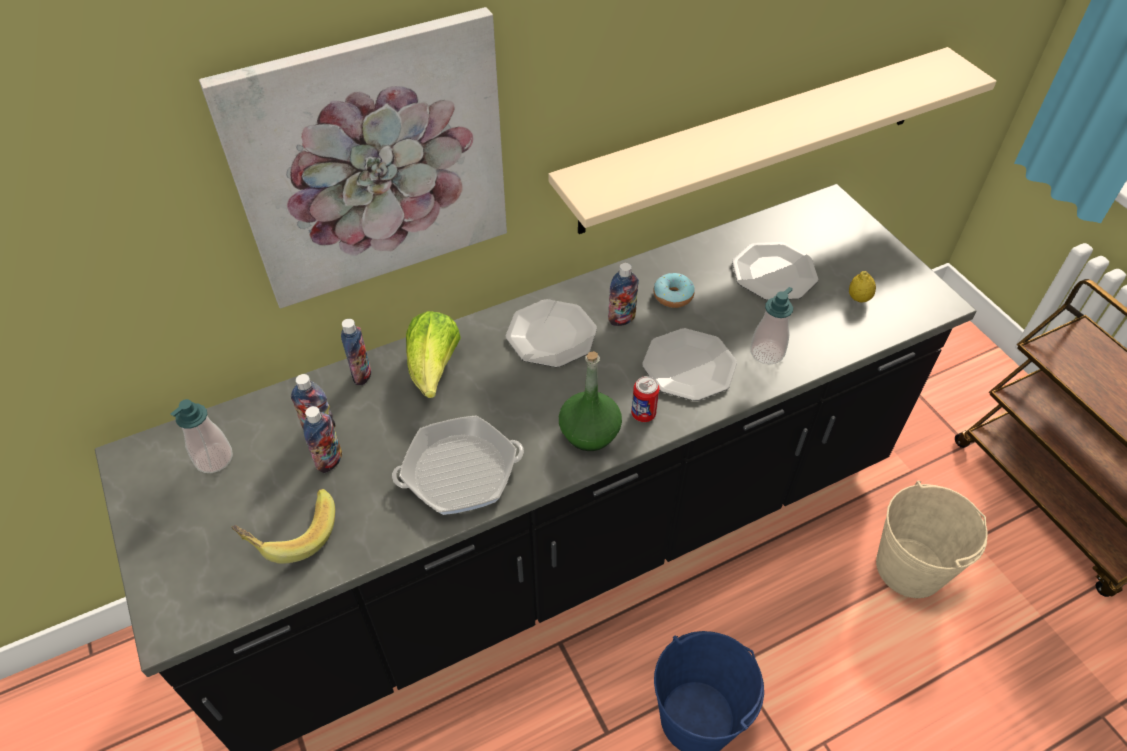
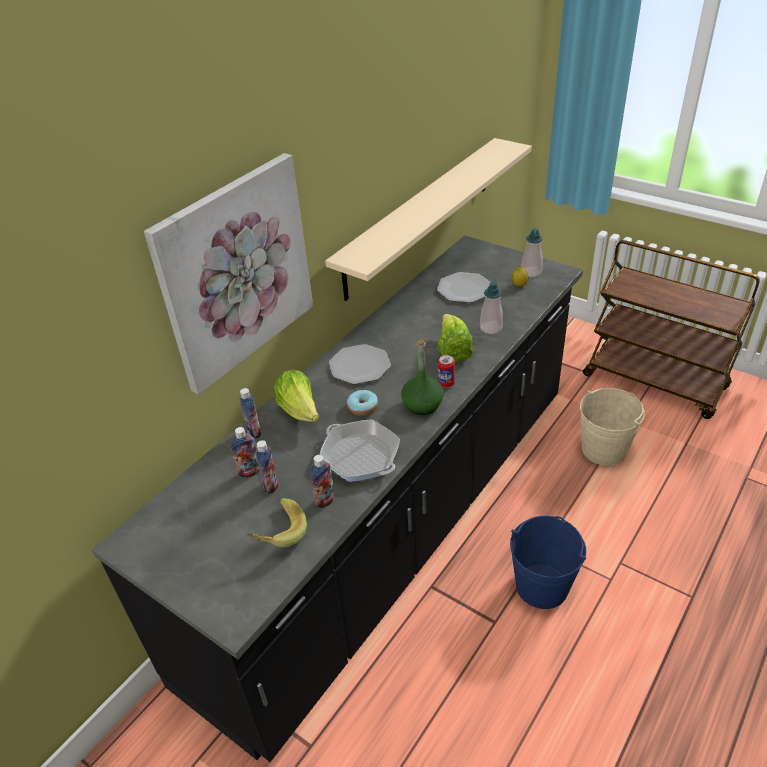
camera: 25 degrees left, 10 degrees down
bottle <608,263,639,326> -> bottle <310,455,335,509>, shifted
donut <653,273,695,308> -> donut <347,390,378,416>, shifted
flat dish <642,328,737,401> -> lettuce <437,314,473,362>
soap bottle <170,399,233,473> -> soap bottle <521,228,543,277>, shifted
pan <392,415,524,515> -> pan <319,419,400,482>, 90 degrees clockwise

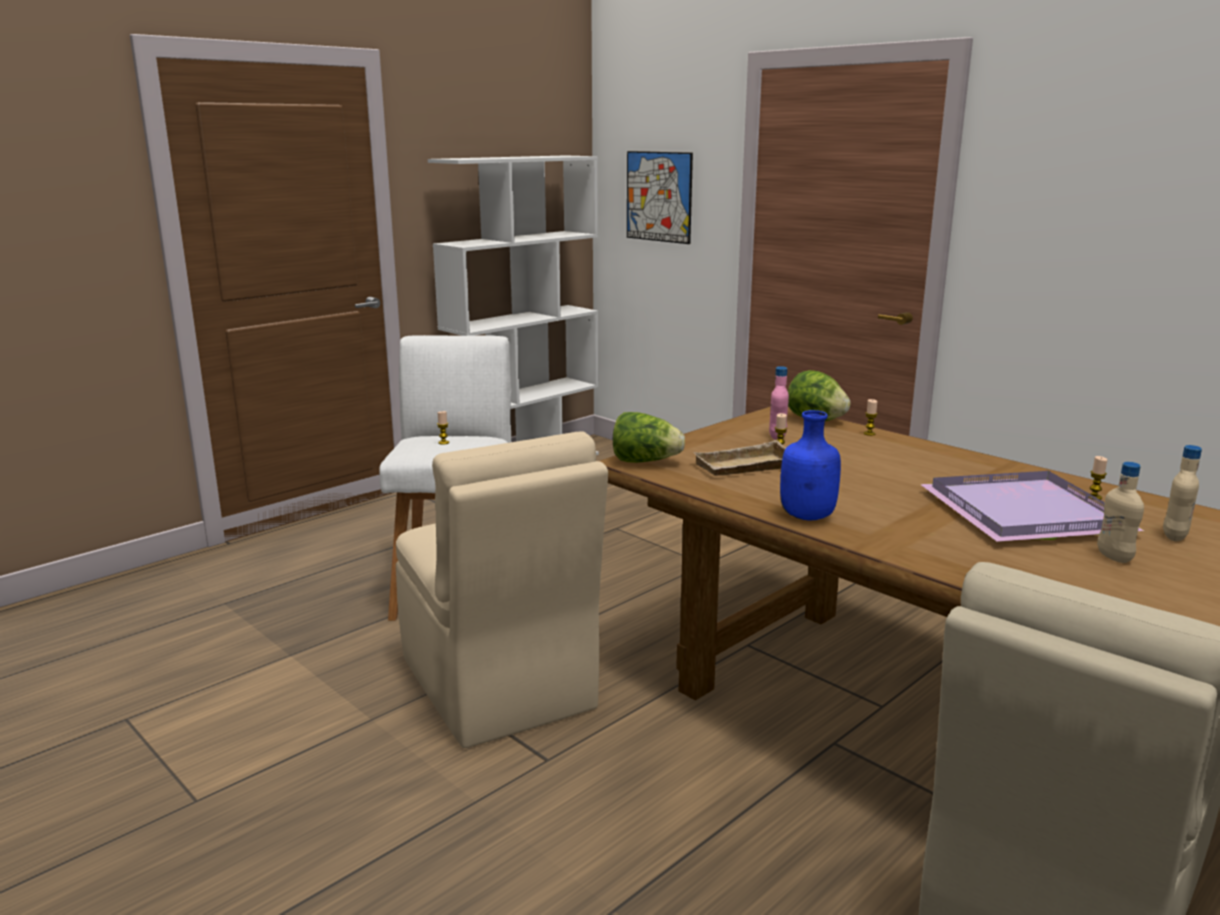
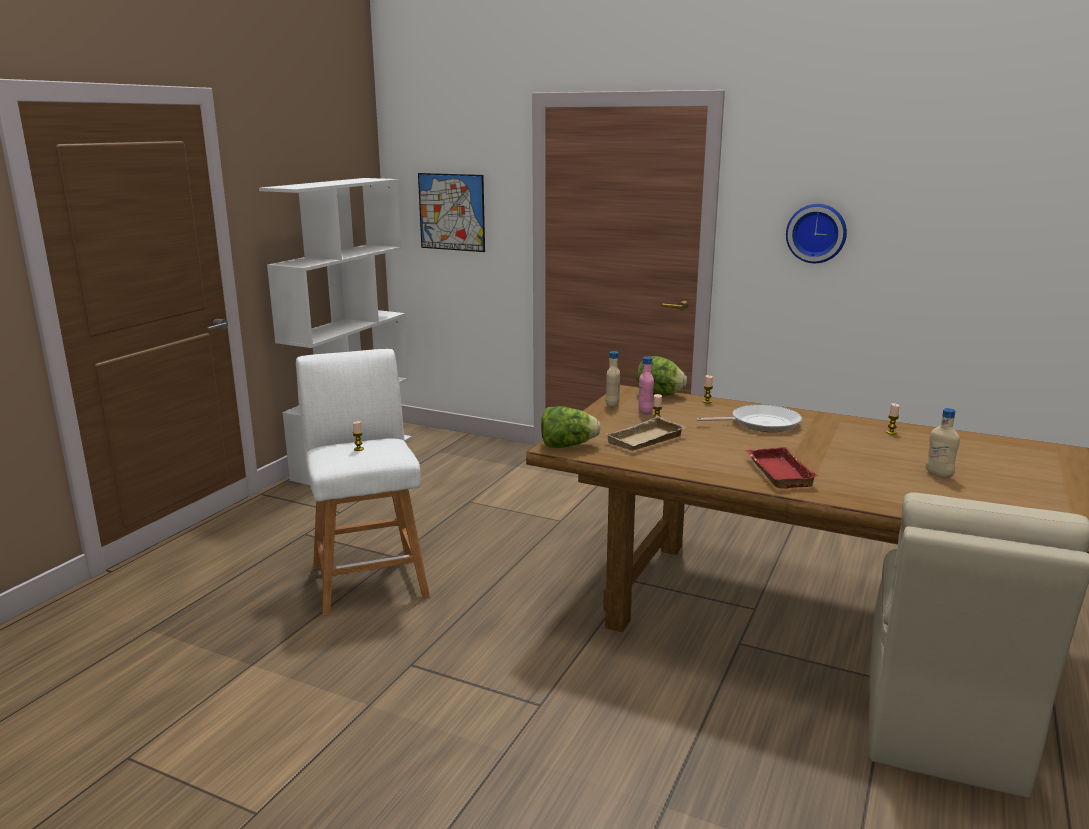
camera: 20 degrees left, 0 degrees up
blue bottle <780,410,841,520> -> none
sand-coloured plain chair <396,431,608,748> -> none
sand-coloured bottle <1163,445,1202,541> -> sand-coloured bottle <606,351,620,408>, shifted
purple-coloured tray <920,471,1145,542> -> none
none -> wall clock <786,204,847,263>
none -> pan <696,405,802,432>
none -> reddish tray <745,447,819,488>

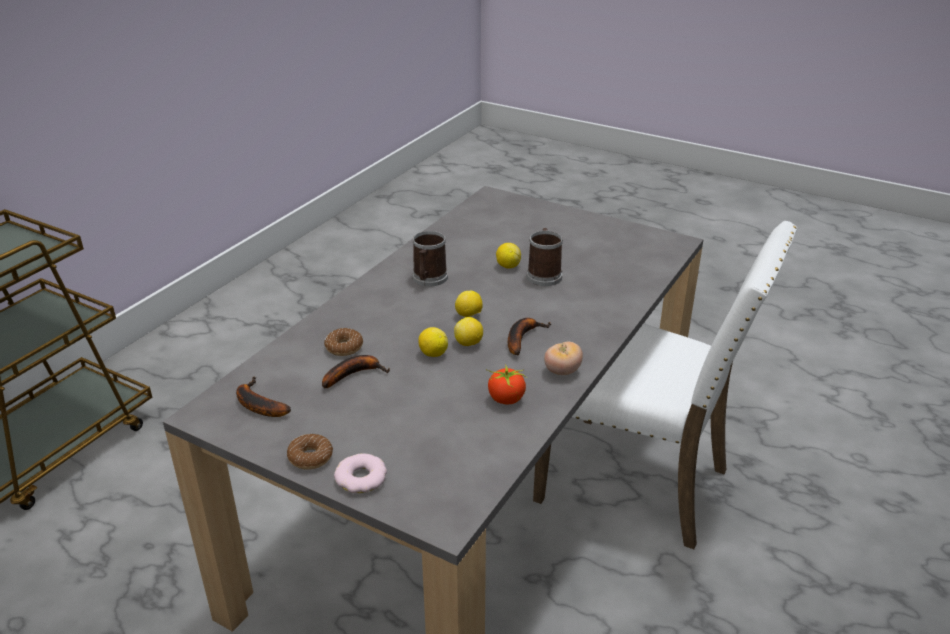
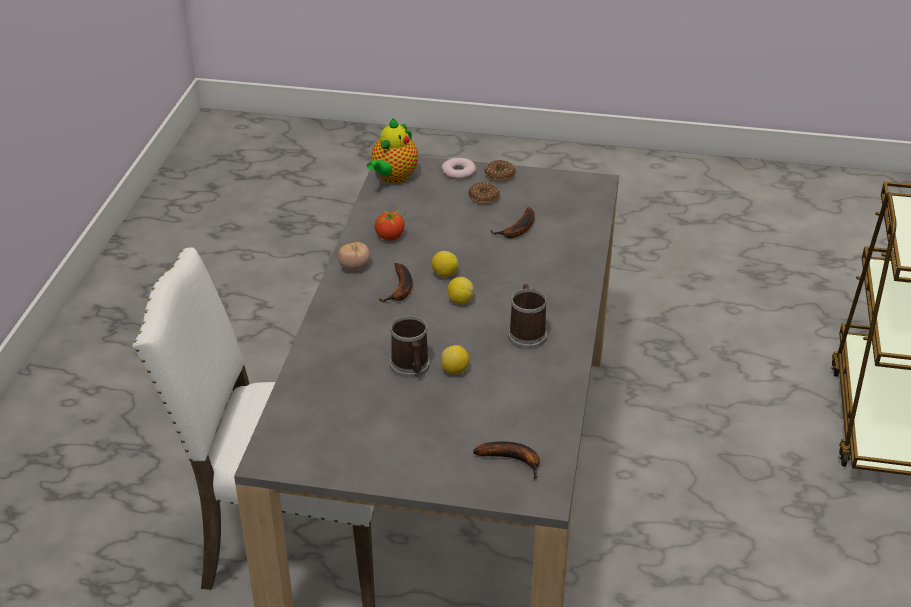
camera: 160 degrees right, 5 degrees up
citrus fruit <418,327,448,357> -> none
donut <324,328,363,356> -> donut <468,182,500,204>, shifted
banana <236,376,291,417> -> banana <473,441,540,479>, shifted
none -> tea pot <367,118,418,184>

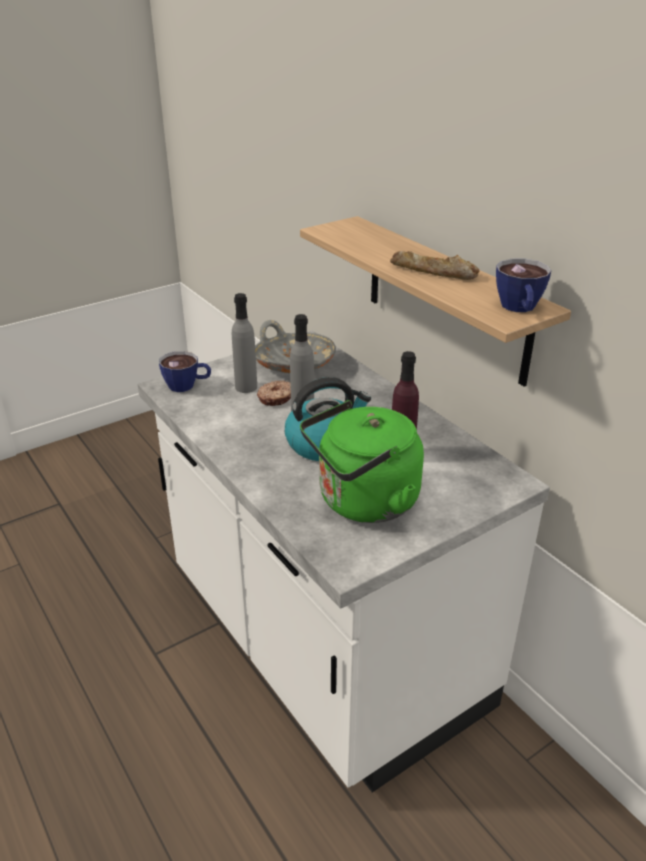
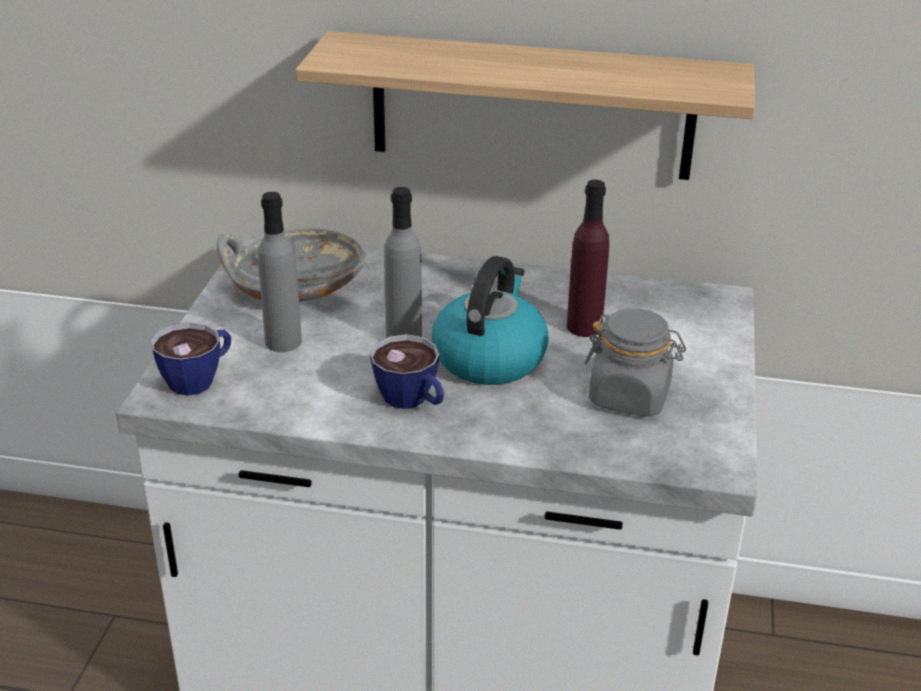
camera: 45 degrees left, 0 degrees up
bakery bread <390,251,480,280> -> none
drinking cup <496,258,551,312> -> drinking cup <370,334,444,409>, shifted
donut <257,380,291,406> -> none
green-coloured kettle <300,400,424,523> -> grey preserve jar <585,308,686,417>

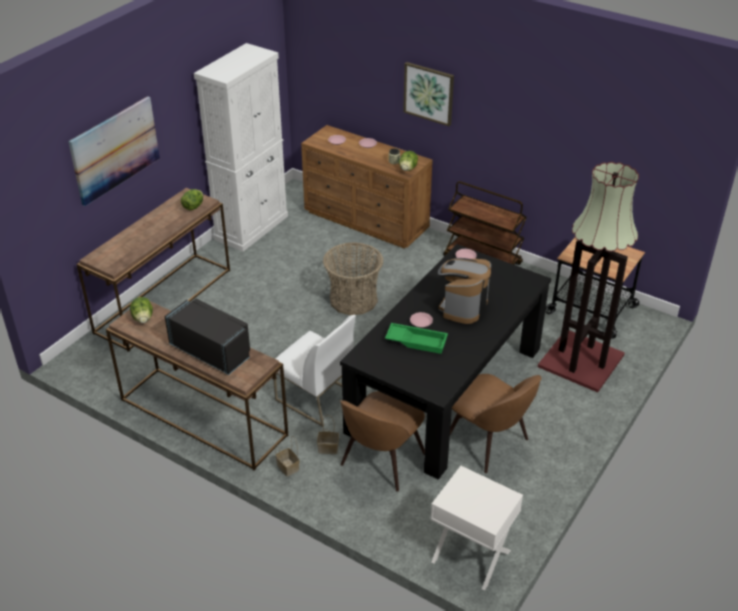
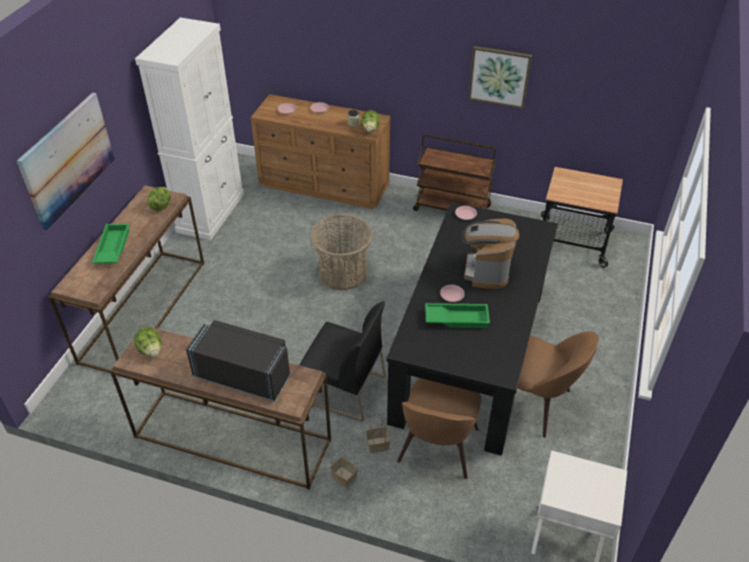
camera: 15 degrees left, 5 degrees up
wall picture <403,62,454,126> -> wall picture <468,46,532,109>, shifted
standard lamp <538,162,639,392> -> none
whitish plain chair <273,315,356,427> -> blackish plain chair <299,301,386,422>
none -> green-coloured tray <92,224,129,264>

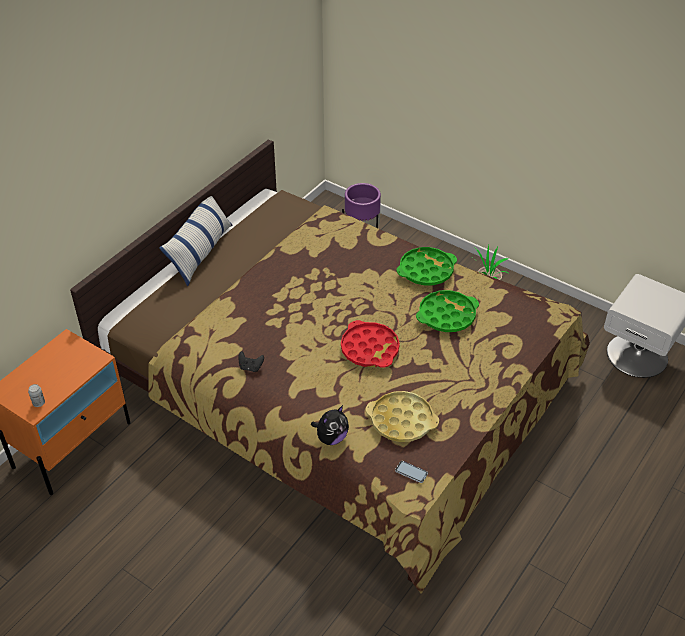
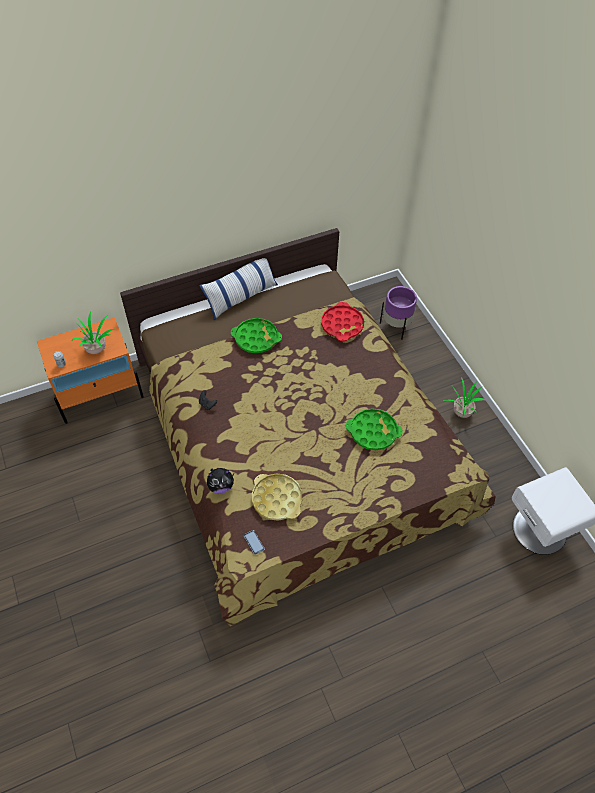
camera: 30 degrees right, 10 degrees up
green-coloured tray <396,247,457,286> -> green-coloured tray <231,318,282,353>, shifted
reddish tray <341,320,400,367> -> reddish tray <321,302,364,341>, shifted
none -> potted plant <72,312,114,354>

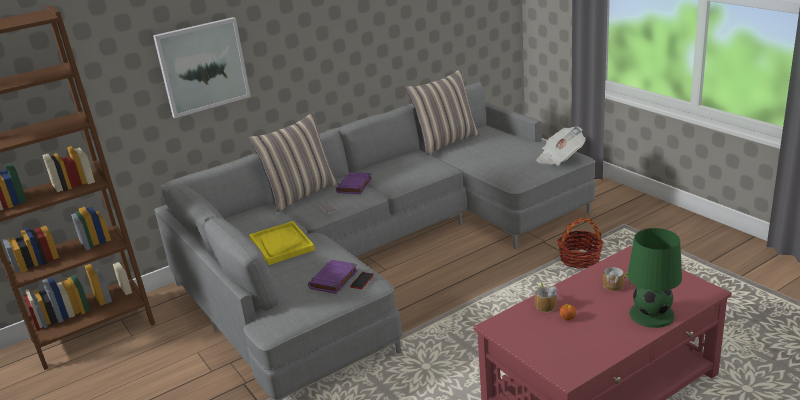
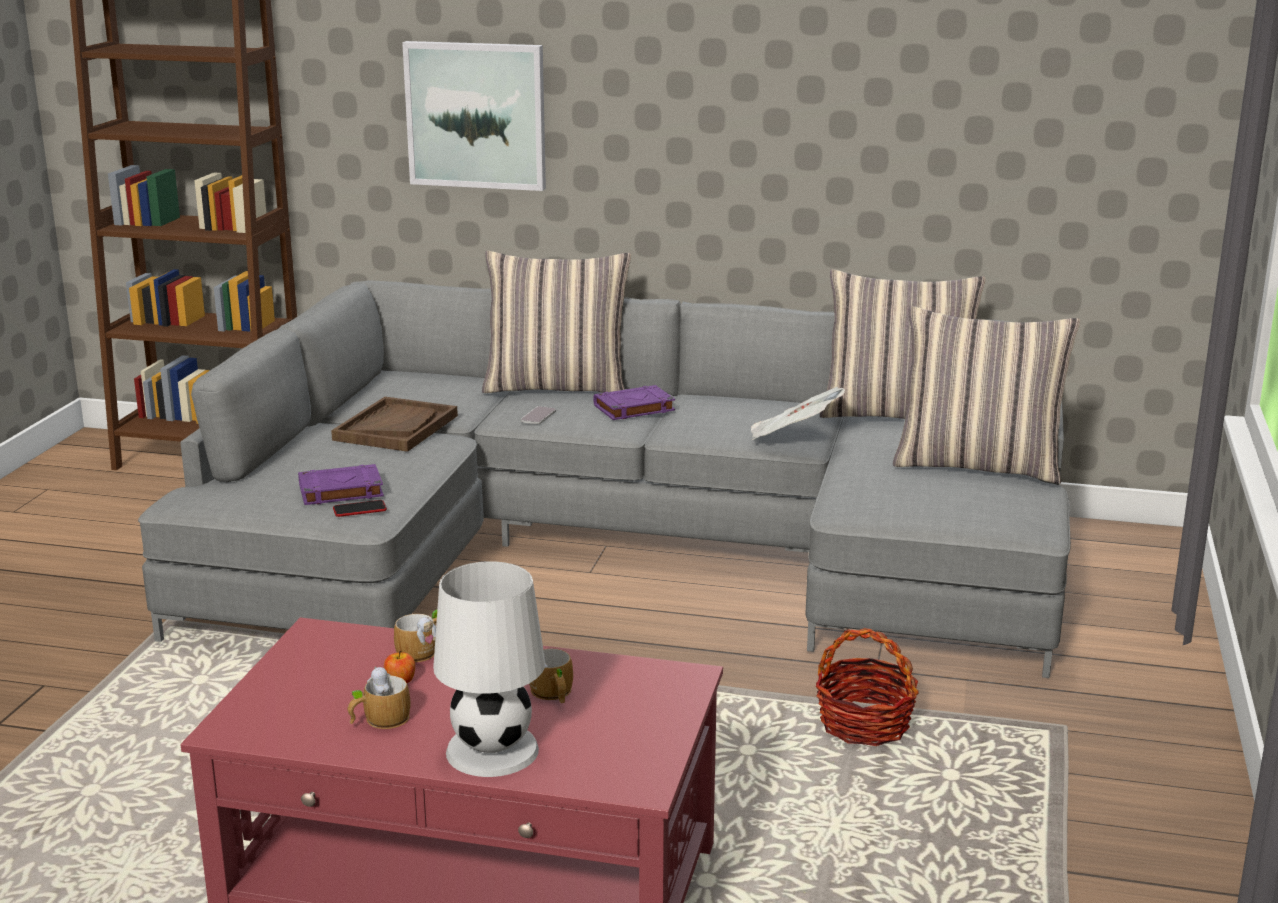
camera: 45 degrees right, 5 degrees down
printed paper <536,127,585,165> -> printed paper <751,387,845,440>, shifted
yellowish tray <249,221,315,265> -> brown tray <331,397,458,452>
green-coloured tabletop lamp <627,228,682,328> -> whitish tabletop lamp <433,561,545,777>
none -> pillow <893,306,1080,484>
none -> tea mug <348,666,411,729>

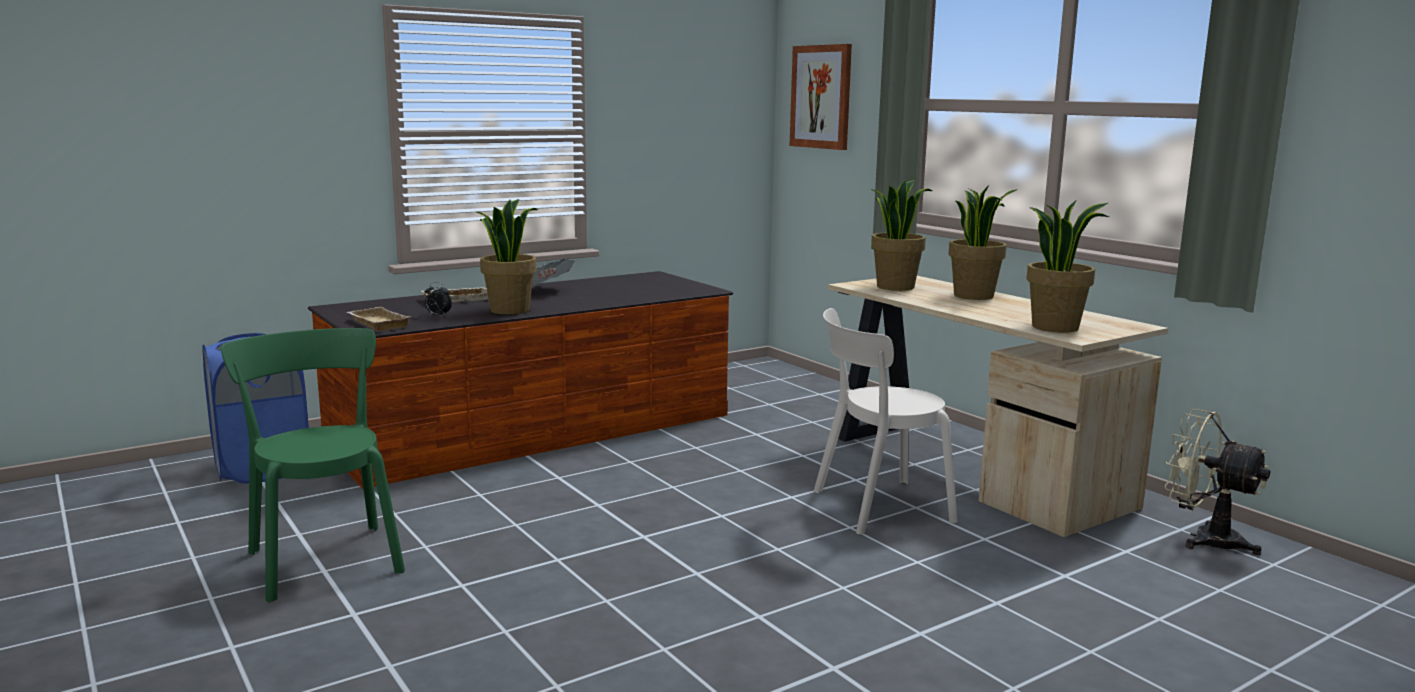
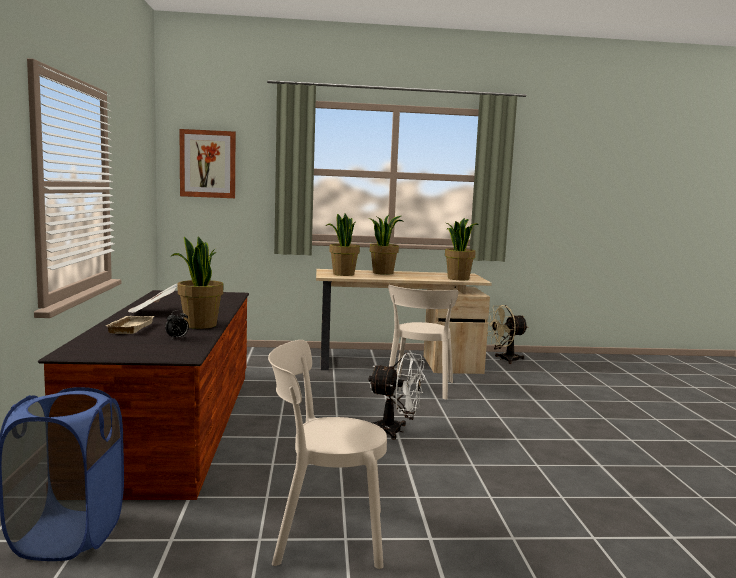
camera: 60 degrees left, 5 degrees down
sand-coloured tray <346,307,410,331> -> none
green-coloured plain chair <221,328,405,602> -> sand-coloured plain chair <268,340,387,569>
none -> whitish fan <368,353,425,440>

